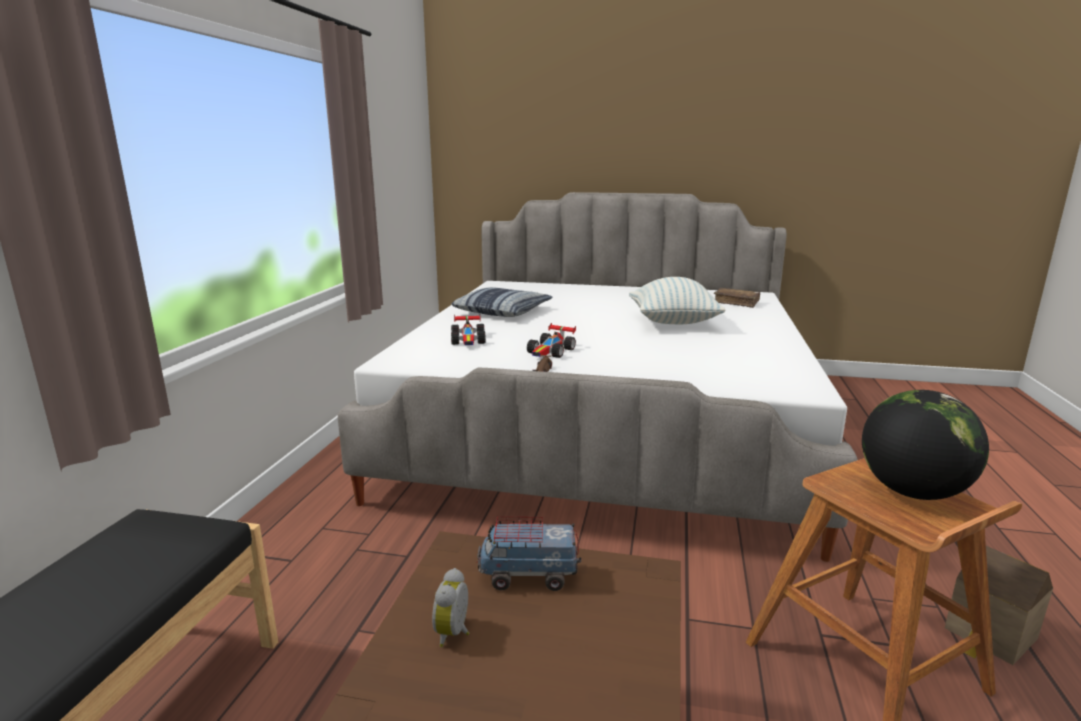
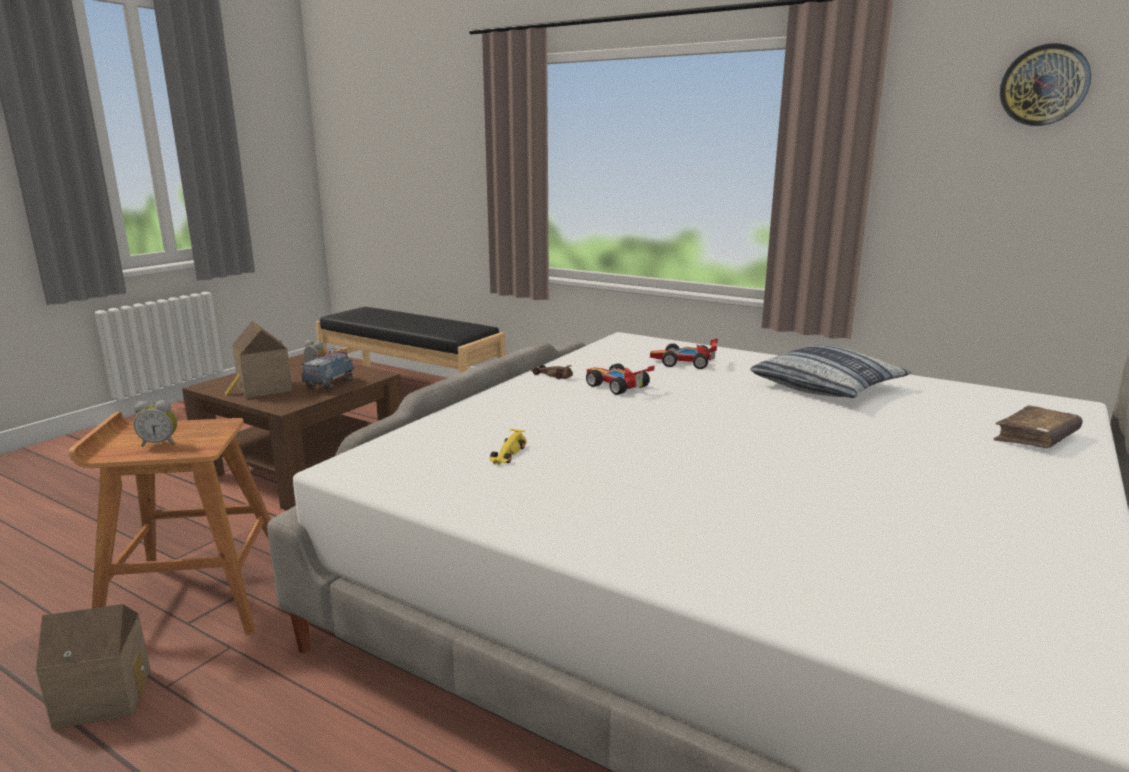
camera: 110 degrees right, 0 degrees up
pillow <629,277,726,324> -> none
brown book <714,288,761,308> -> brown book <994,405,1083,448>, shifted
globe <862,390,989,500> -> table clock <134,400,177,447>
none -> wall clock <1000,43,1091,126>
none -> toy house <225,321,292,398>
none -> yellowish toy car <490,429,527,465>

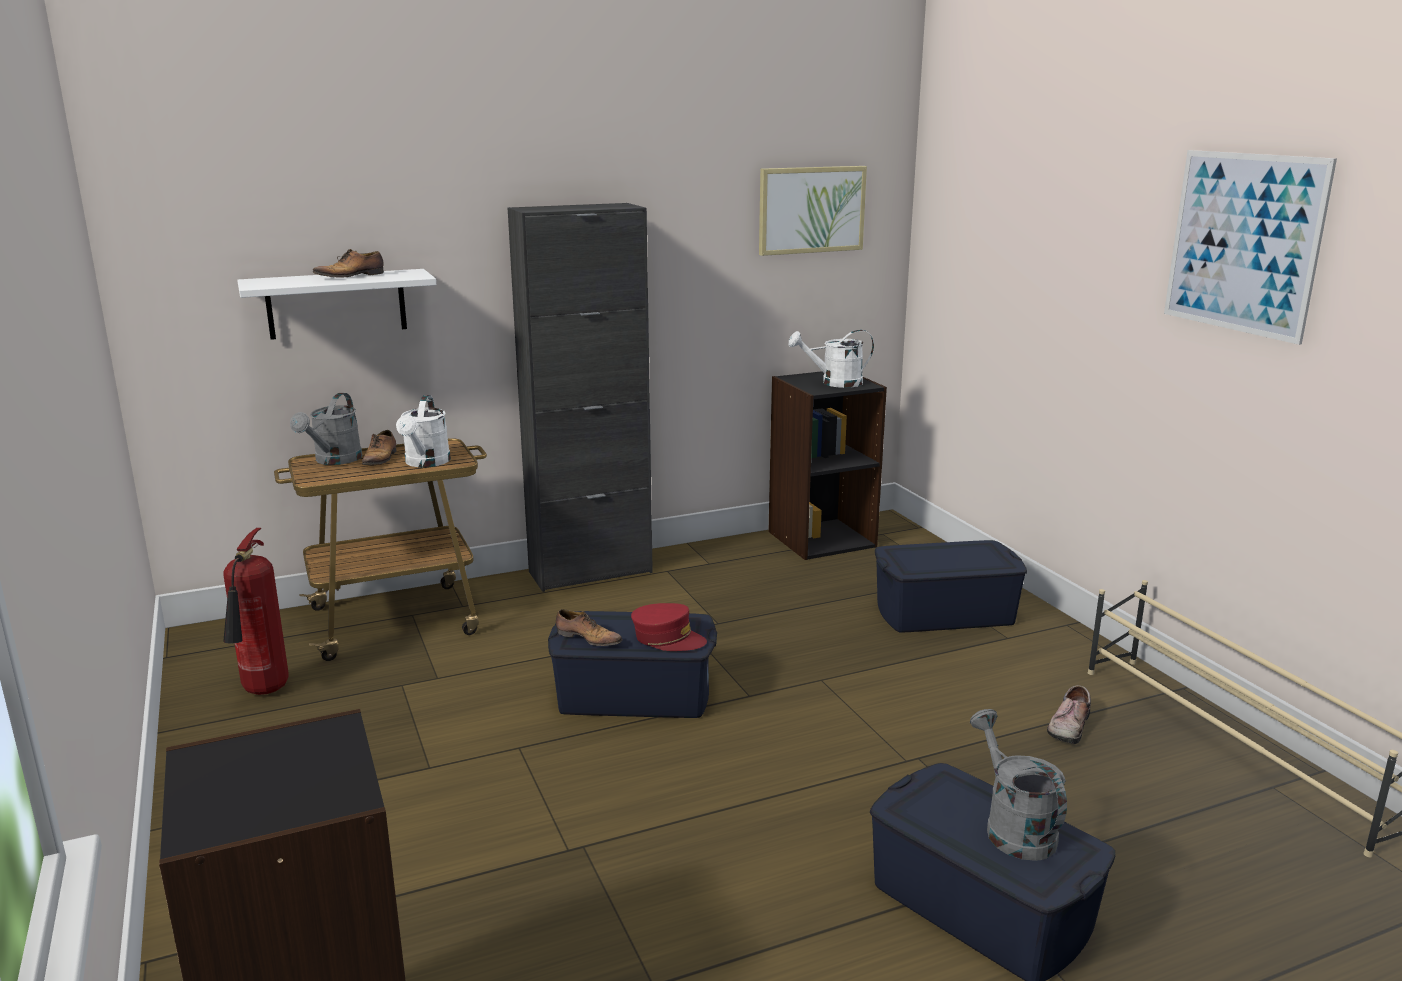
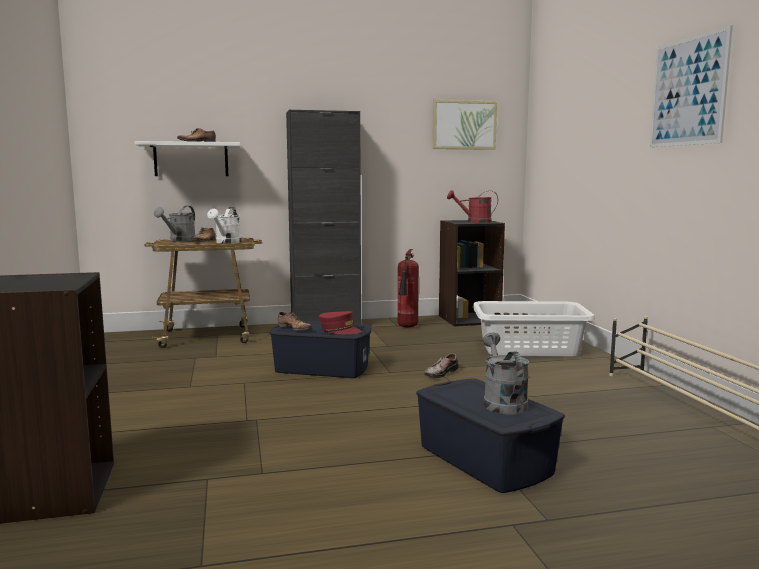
camera: 10 degrees right, 10 degrees down
whitish sprinkling can <789,330,874,388> -> reddish sprinkling can <447,190,498,223>
extinguisher <223,528,289,695> -> extinguisher <398,249,419,328>, shifted
blue storage container <875,540,1027,633> -> whitish hamper <473,301,595,357>
low shoe <1047,685,1091,744> -> low shoe <424,353,459,378>, shifted

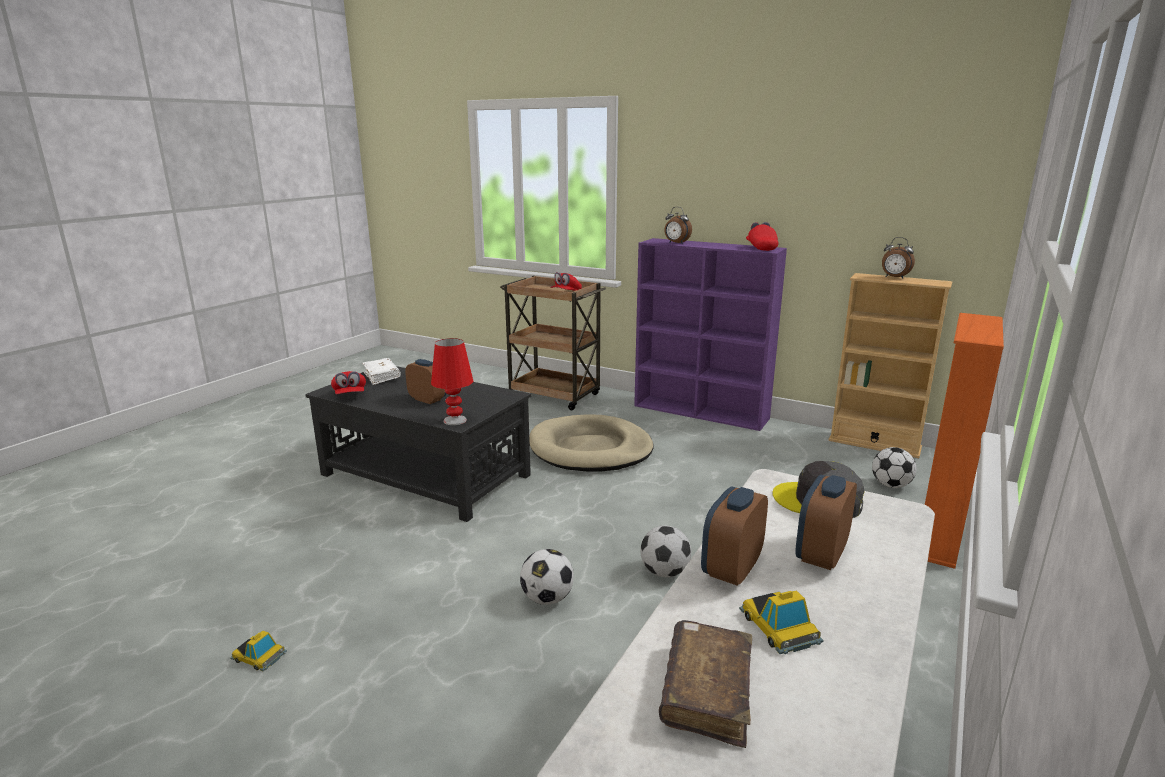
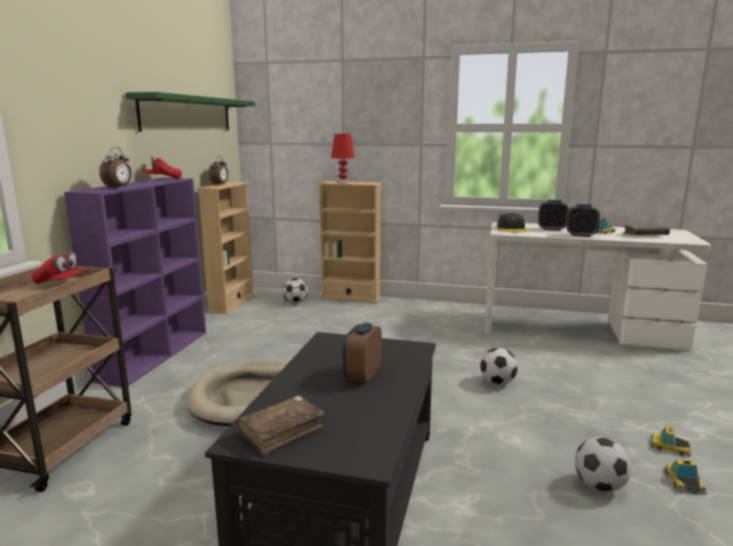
camera: 105 degrees left, 5 degrees down
orange-coloured shelving unit <925,313,1004,569> -> sand-coloured shelving unit <318,181,382,303>
reddish tabletop lamp <431,338,473,425> -> reddish tabletop lamp <331,134,355,183>, shifted
whitish book <362,358,401,385> -> brown book <237,395,325,456>
reddish peaked cap <331,371,366,394> -> none
football ball <640,525,691,577> -> football ball <575,437,632,492>, shifted
none -> green-coloured shelf <126,92,255,132>
none -> toy car <650,426,691,456>

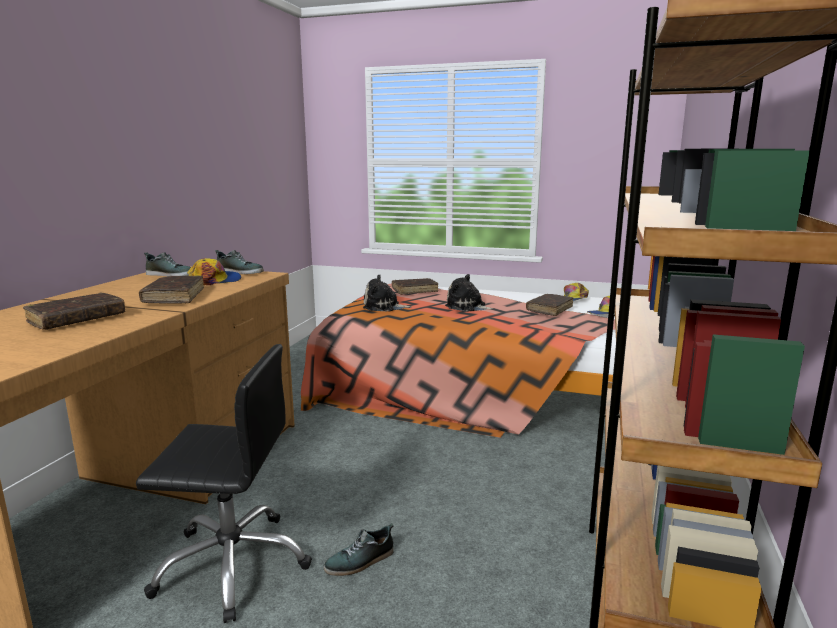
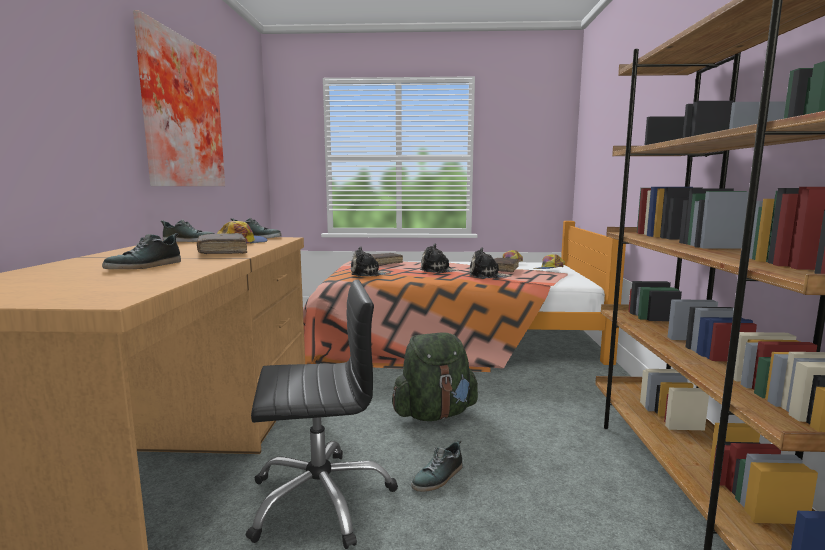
camera: 15 degrees left, 5 degrees down
brown book <23,293,125,330> -> low shoe <102,233,181,269>
none -> wall picture <133,10,225,186>
none -> plush toy <470,247,512,278>
none -> green-coloured knapsack <392,332,478,421>

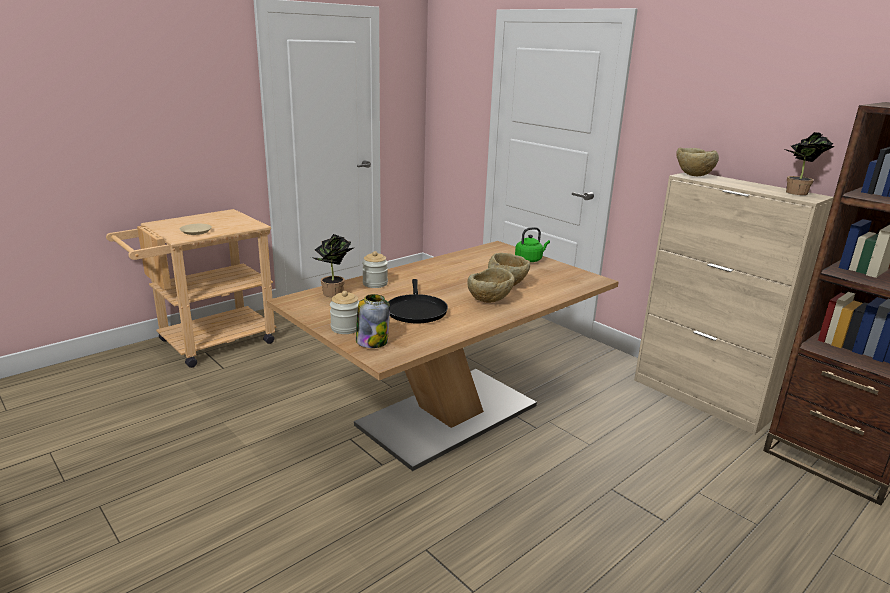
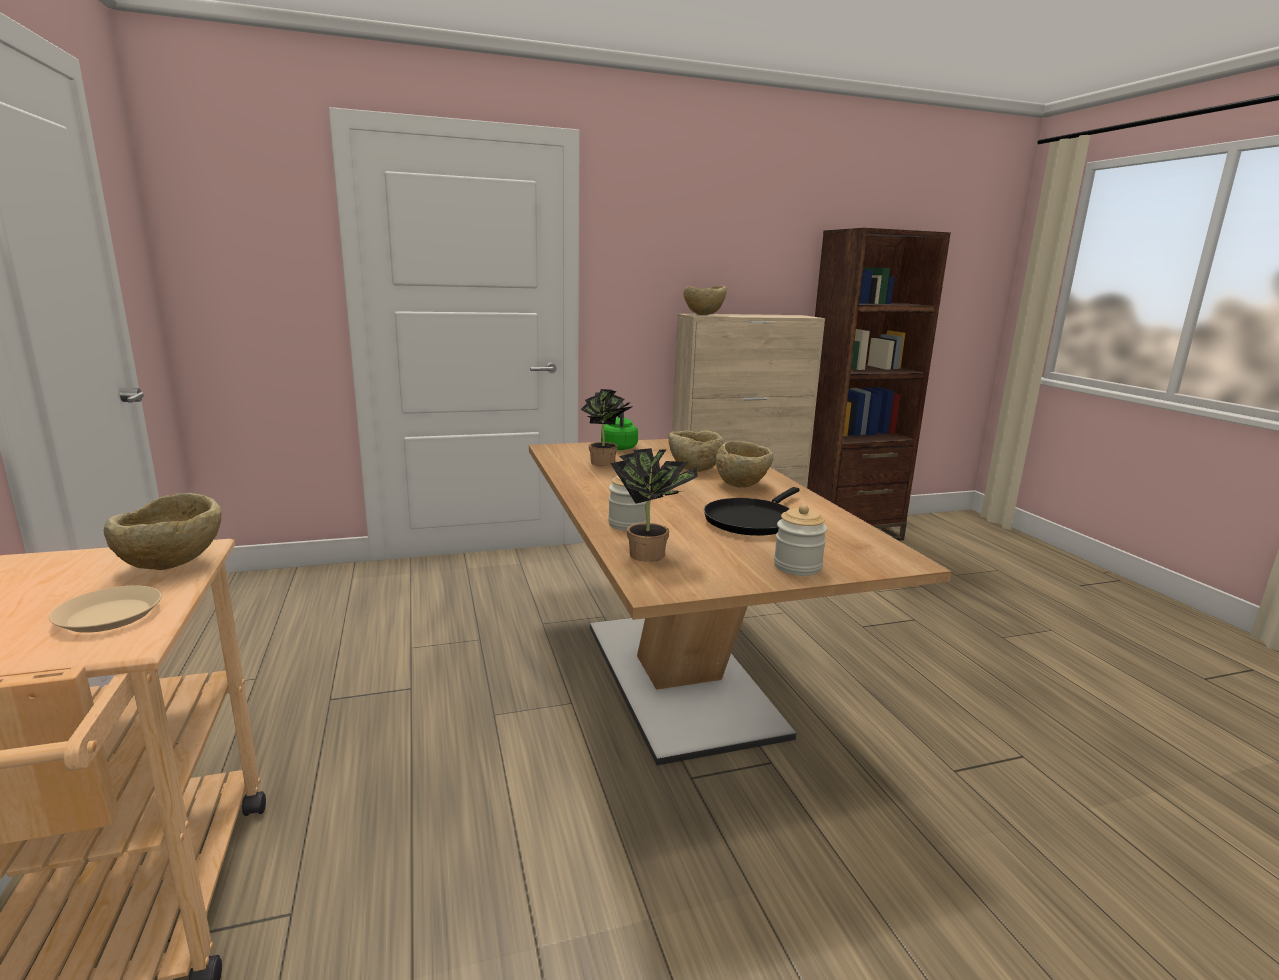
camera: 65 degrees left, 5 degrees down
potted plant <785,132,835,195> -> potted plant <581,389,633,466>, shifted
blackish pan <388,279,448,324> -> blackish pan <704,487,799,536>, 105 degrees clockwise
preserve jar <356,294,390,348> -> none
none -> sand-coloured deep dish <104,493,222,570>

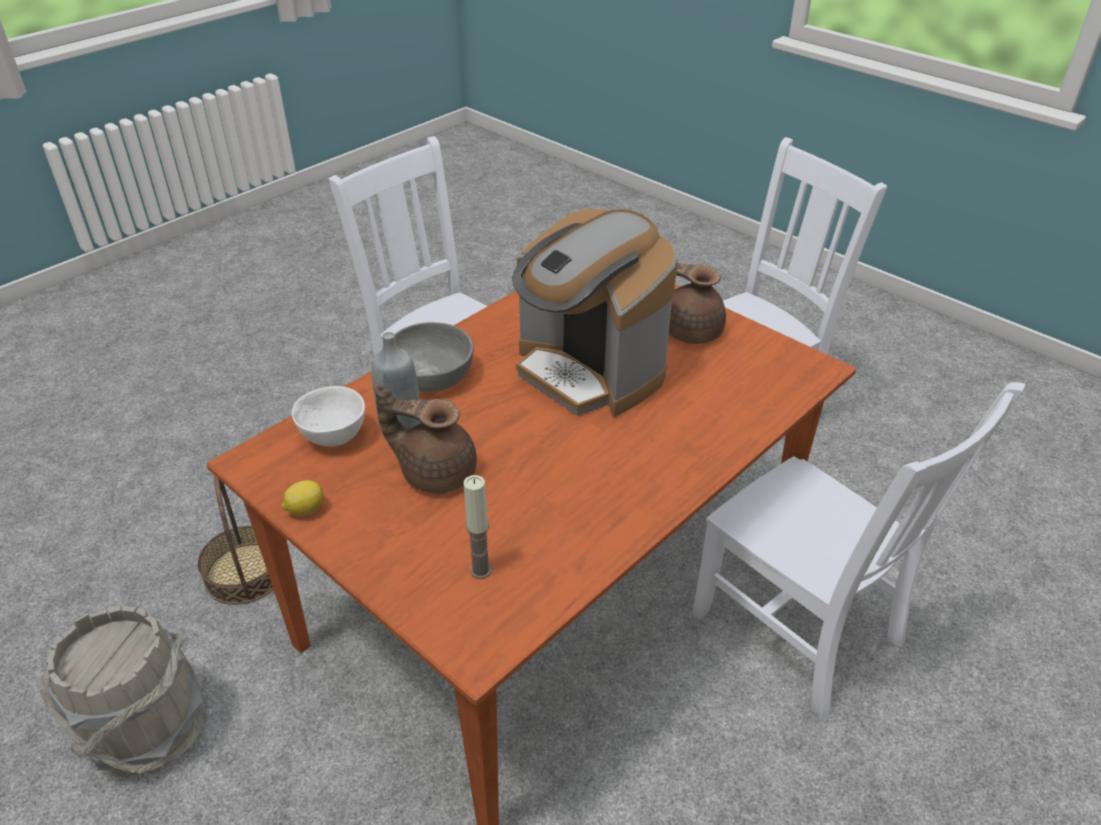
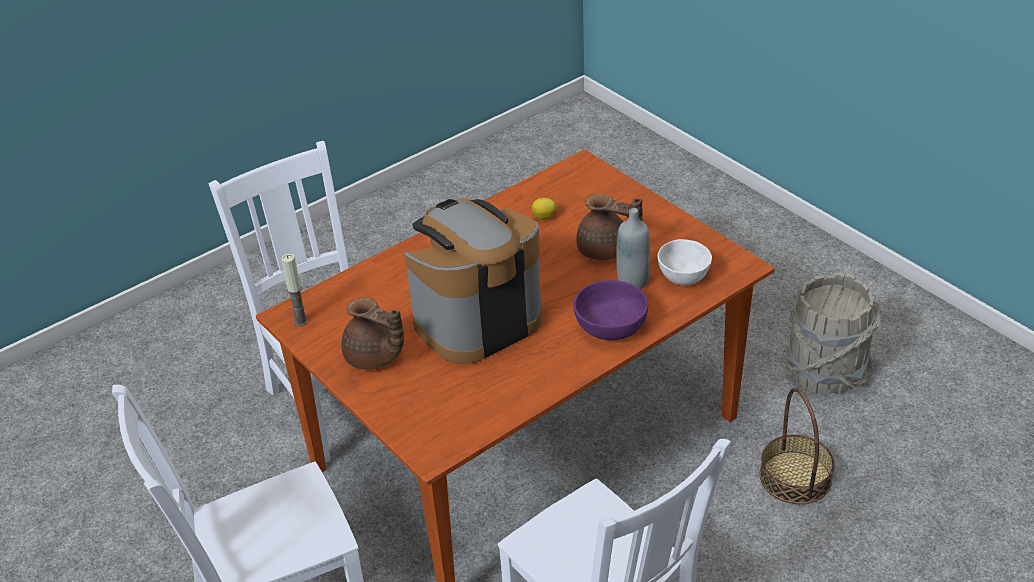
camera: 170 degrees left, 0 degrees up
coffee brewer <512,209,678,417> -> coffee brewer <404,198,543,364>, 90 degrees counterclockwise
grey deep dish <395,322,474,392> -> purple-coloured deep dish <573,280,648,340>
candle <463,475,492,579> -> candle <281,254,308,326>, shifted
citrus fruit <282,480,324,516> -> citrus fruit <531,198,558,220>, shifted

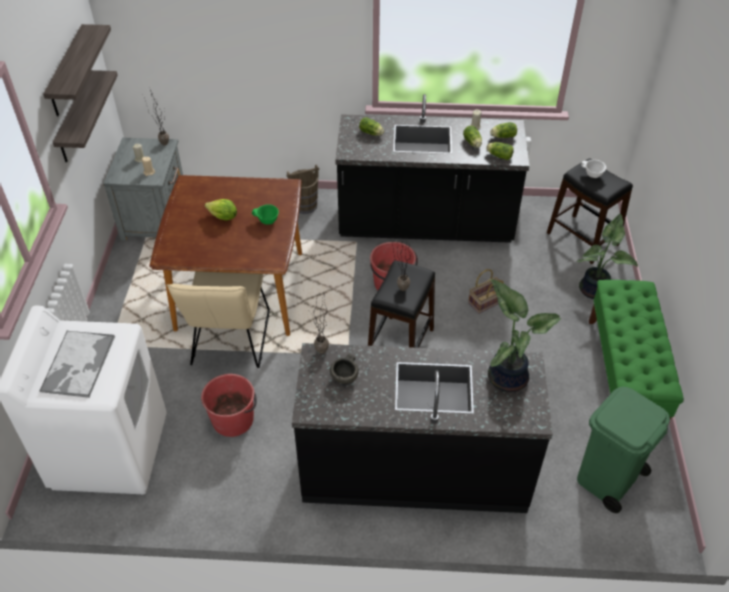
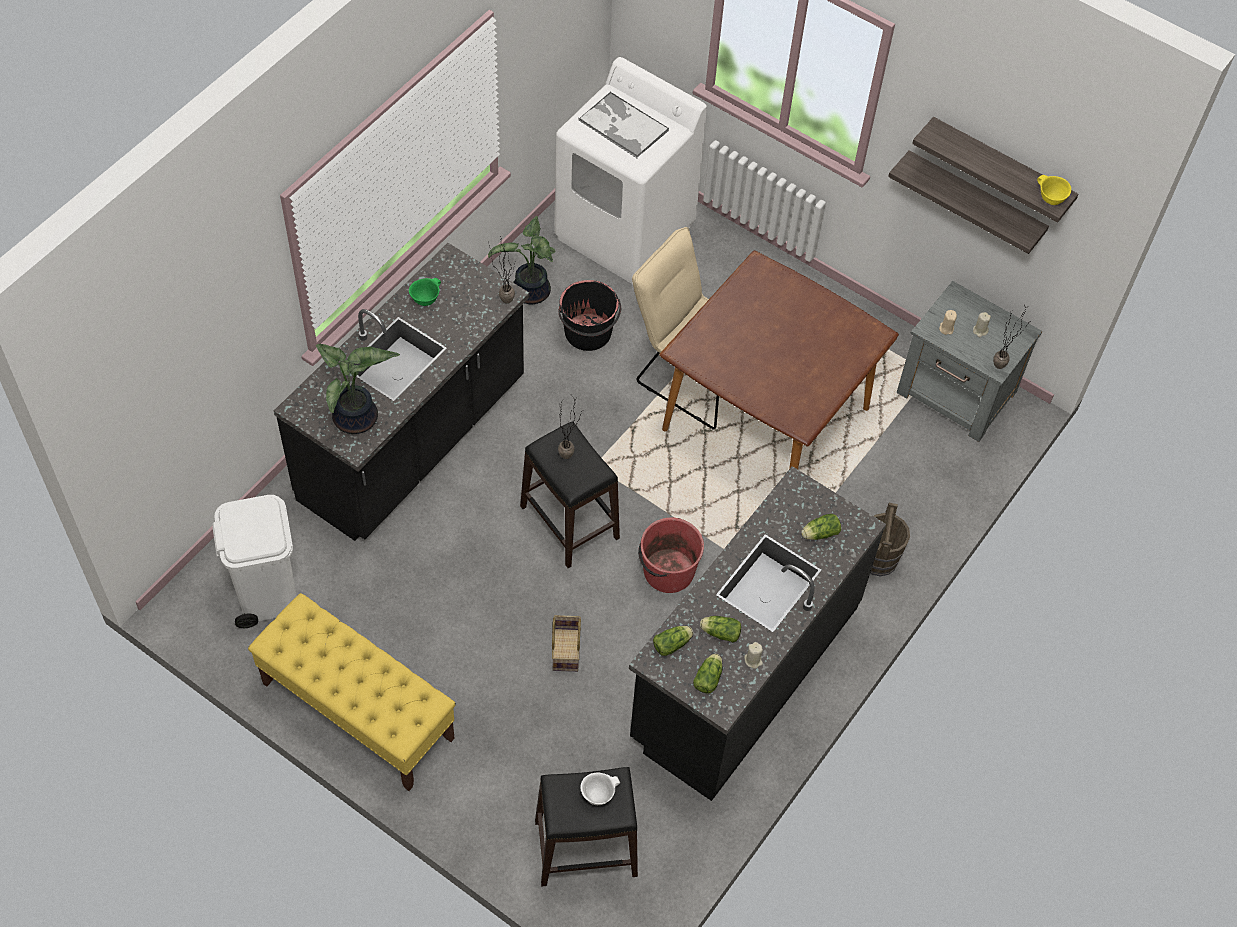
camera: 120 degrees right, 10 degrees up
lettuce <205,199,237,221> -> none
green-coloured deep dish <252,204,279,225> -> green-coloured deep dish <409,278,441,306>, shifted
potted plant <577,214,638,299> -> potted plant <488,216,556,304>, shifted
green-coloured indoor bench <589,280,684,420> -> yellowish indoor bench <248,593,456,791>
grey deep dish <330,354,359,384> -> none
reddish pail <201,374,257,437> -> blackish pail <558,280,621,351>
green-coloured waste bin <577,387,670,513> -> whitish waste bin <212,495,296,628>
none -> yellowish deep dish <1037,175,1071,205>

